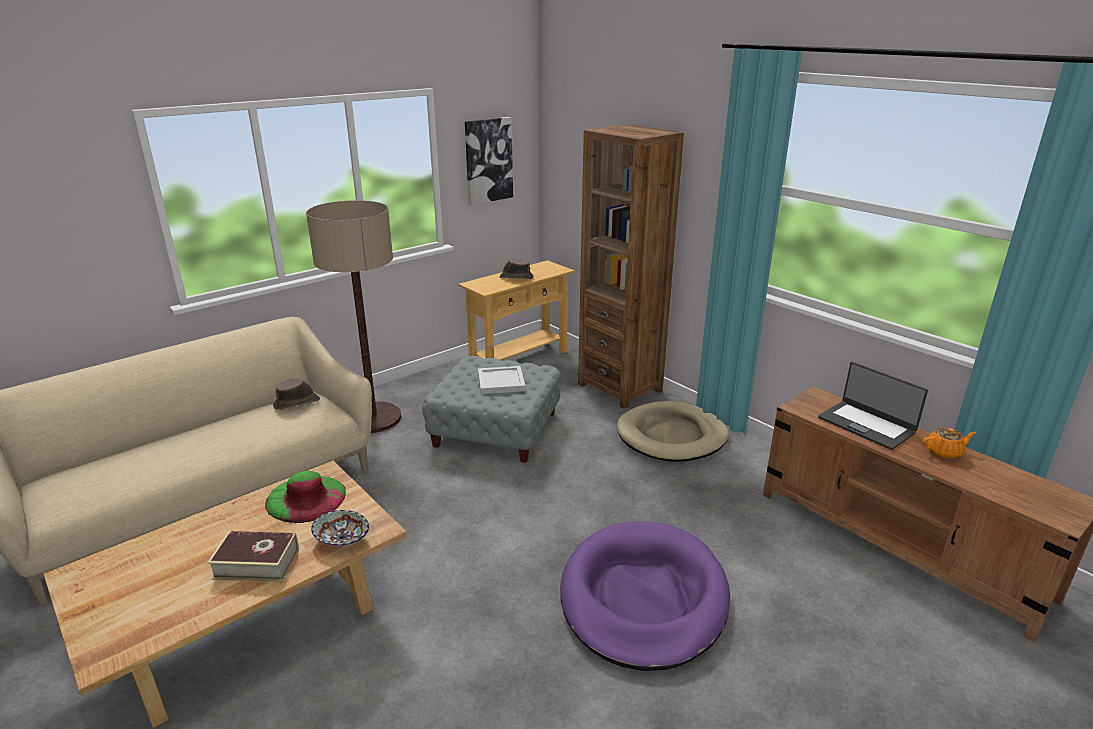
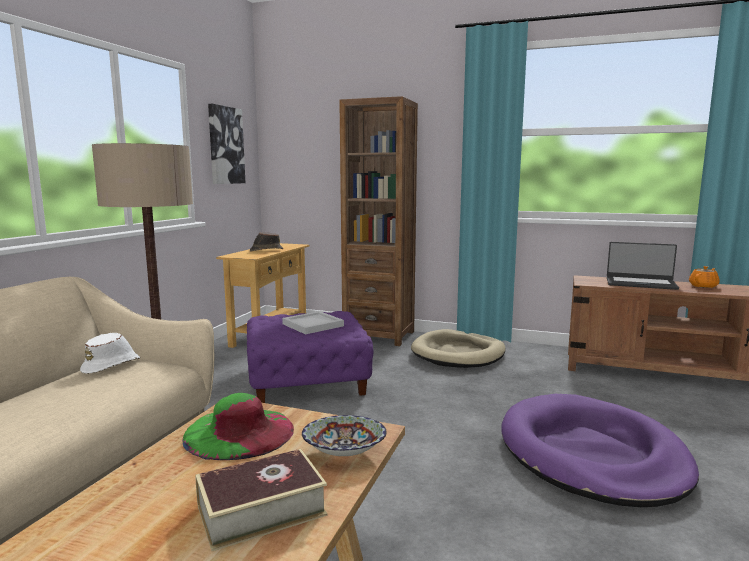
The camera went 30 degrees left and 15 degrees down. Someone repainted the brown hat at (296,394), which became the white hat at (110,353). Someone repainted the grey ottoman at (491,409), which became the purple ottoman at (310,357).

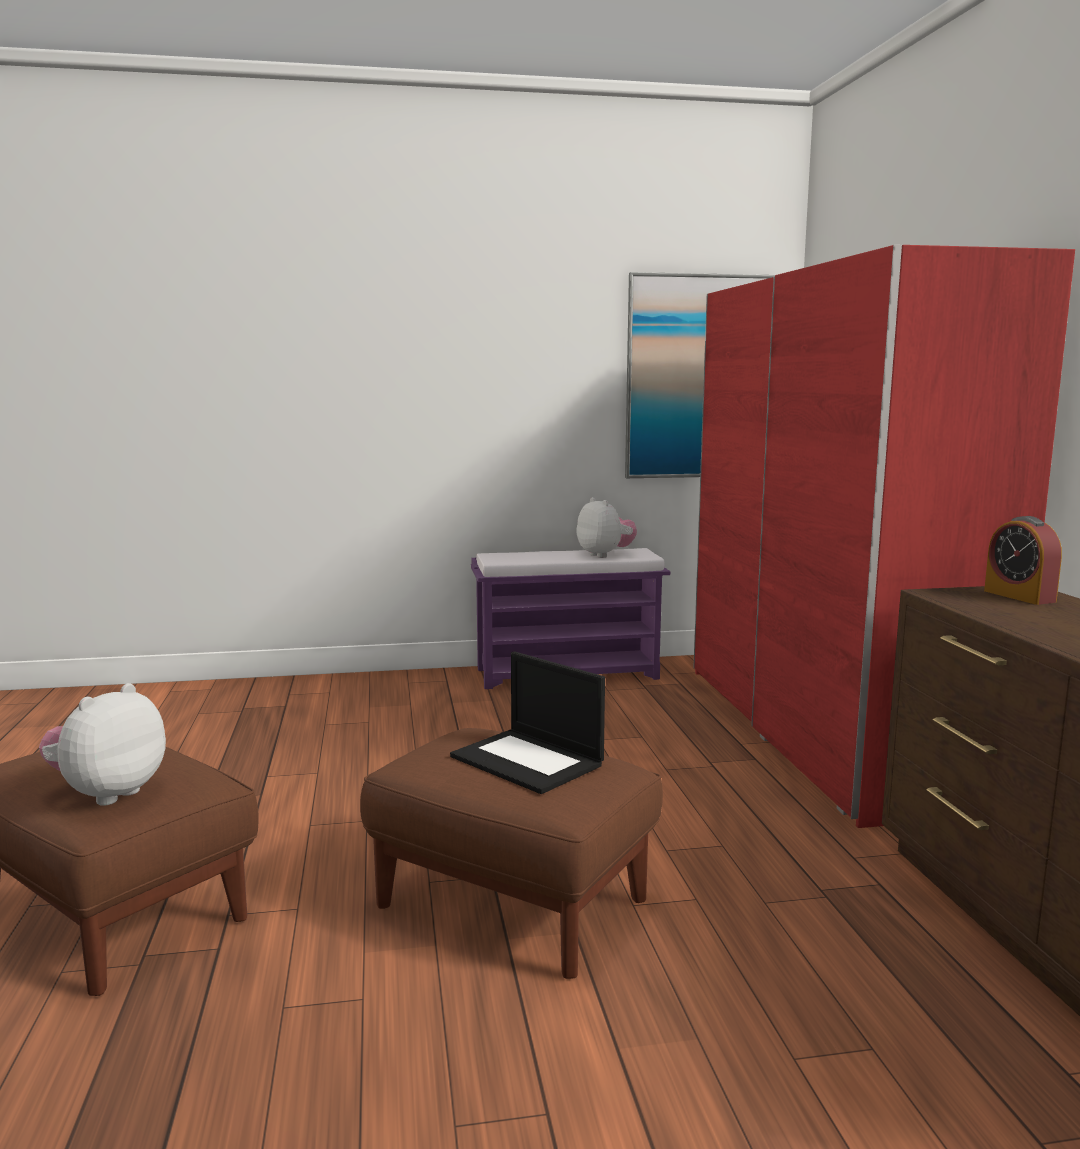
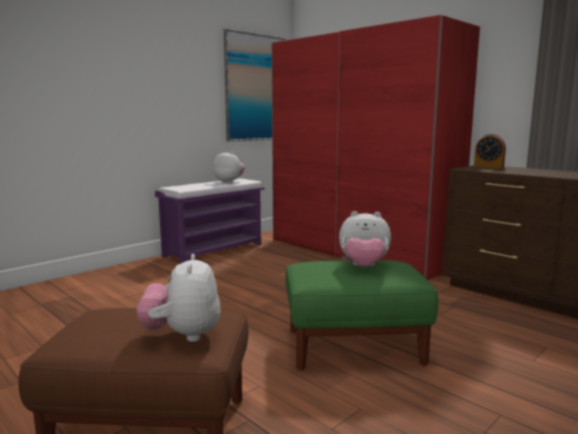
The camera went 35 degrees left and 0 degrees up. Someone repainted the brown ottoman at (511,853), which became the green ottoman at (361,315). Someone swapped the laptop at (527,722) for the plush toy at (365,239).

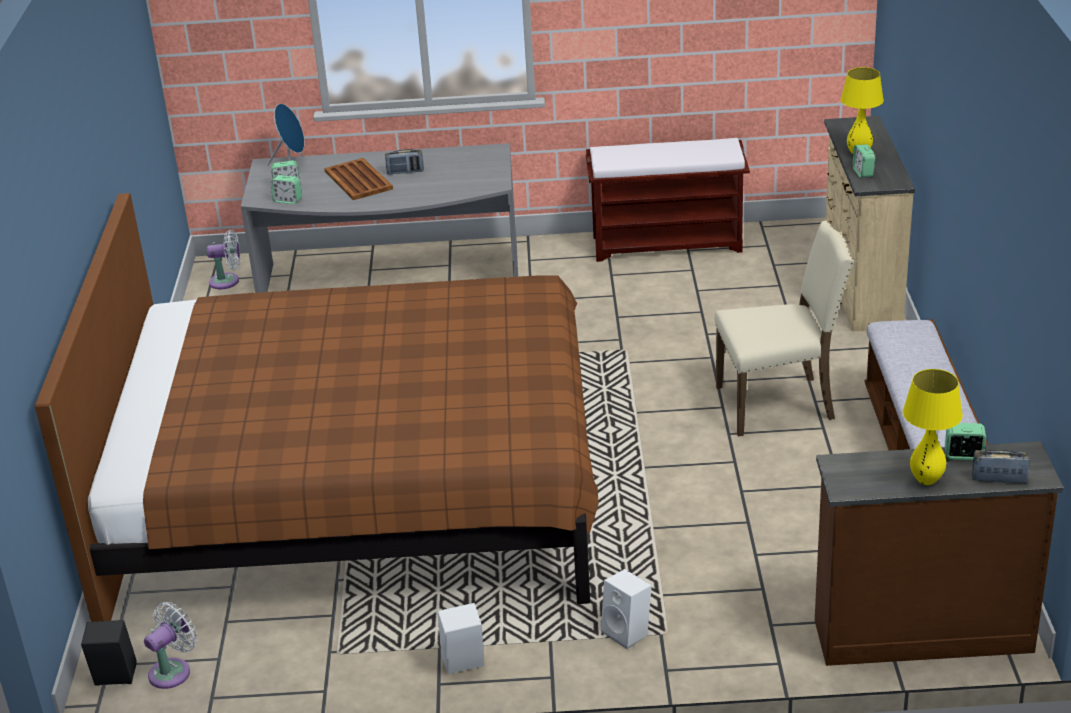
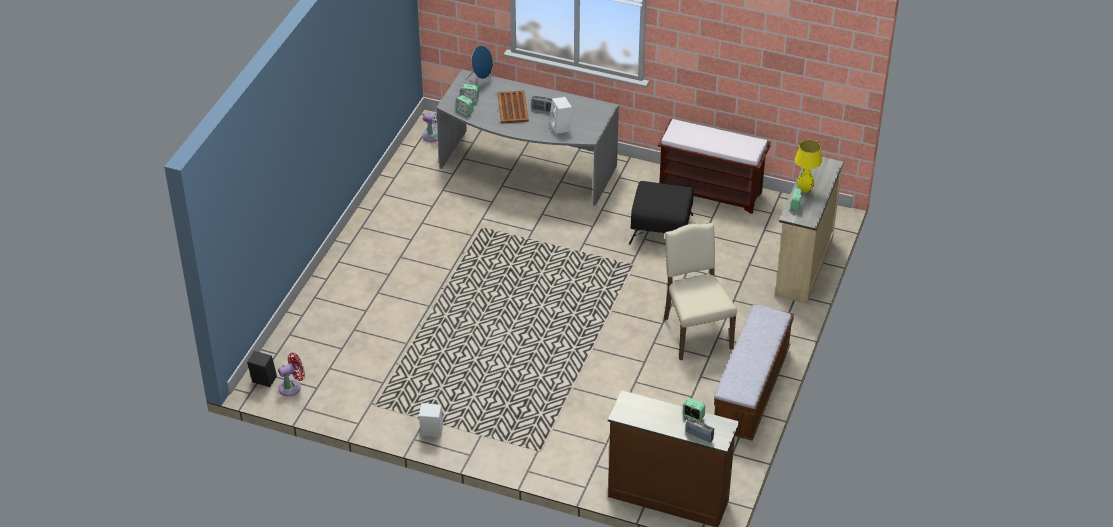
The camera went 20 degrees right and 10 degrees up. Someone took away the brown bed at (317,407). Someone repainted the white fan at (170,645), which became the red fan at (291,374). Someone carried the white speaker from (626,609) to (560,116). Someone rotated the beige chair at (784,328) by 120 degrees counterclockwise. Someone took away the yellow table lamp at (933,427). Someone put down the black ottoman at (661,213).

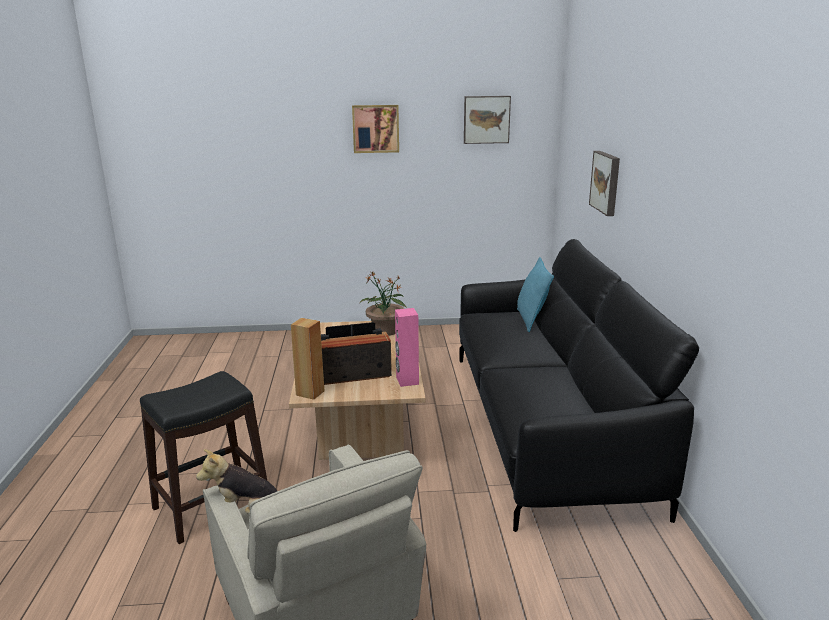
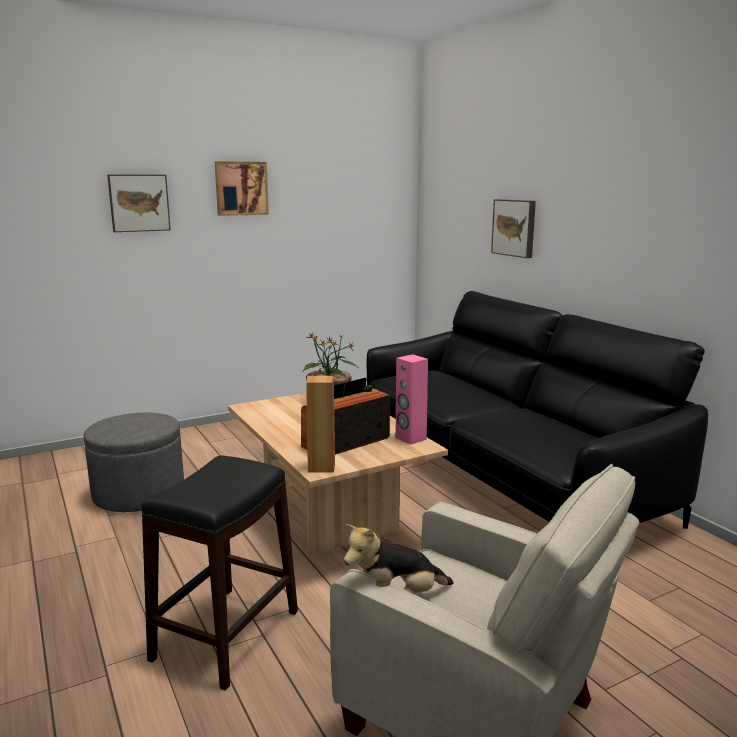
The camera went 25 degrees left and 5 degrees down. Someone carried the picture from (487,120) to (139,203). Someone took away the turquoise pillow at (535,294). Someone put down the grey ottoman at (134,462).

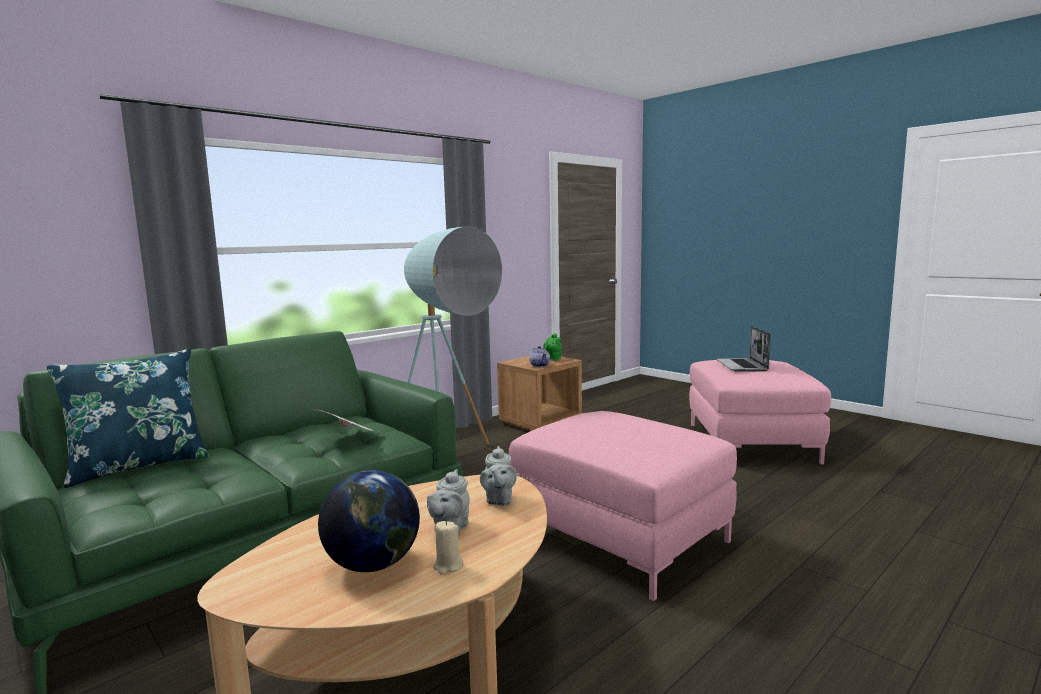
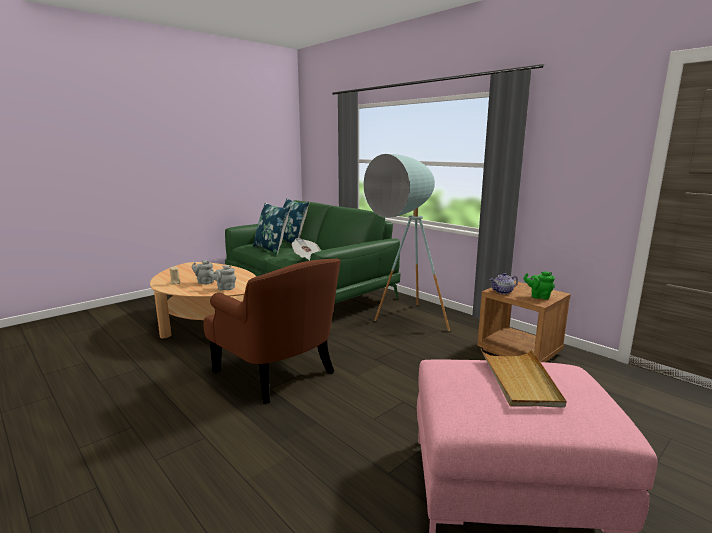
The camera went 90 degrees right and 5 degrees up. Someone took away the globe at (369,521). Someone swapped the pink ottoman at (623,506) for the brown armchair at (272,331). Someone swapped the laptop at (743,349) for the beige tray at (523,378). Someone put down the blue pillow at (272,228).

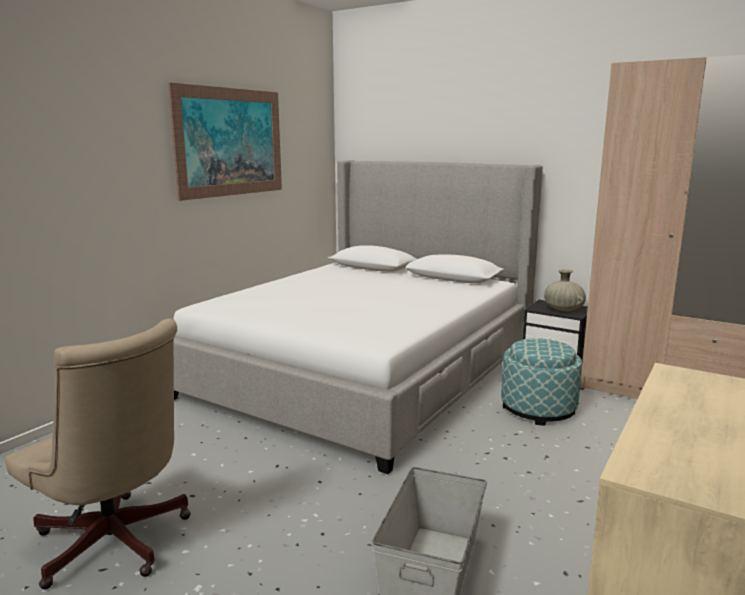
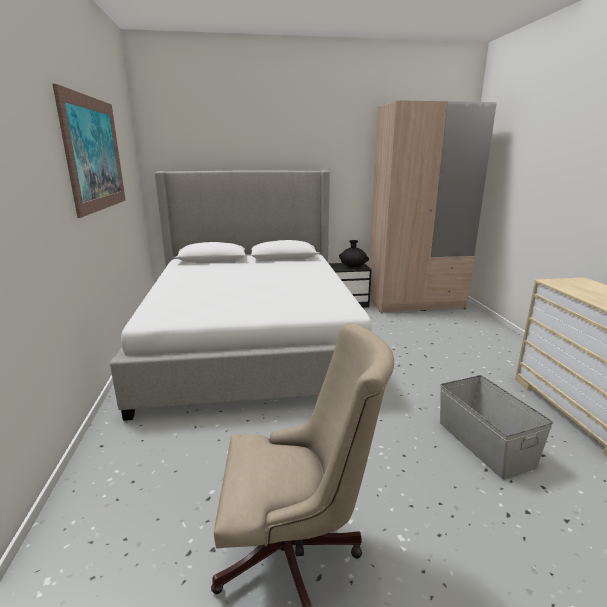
The camera went 40 degrees left and 5 degrees up. Someone took away the ottoman at (541,382). Someone repainted the beige vase at (565,290), which became the black vase at (354,254).

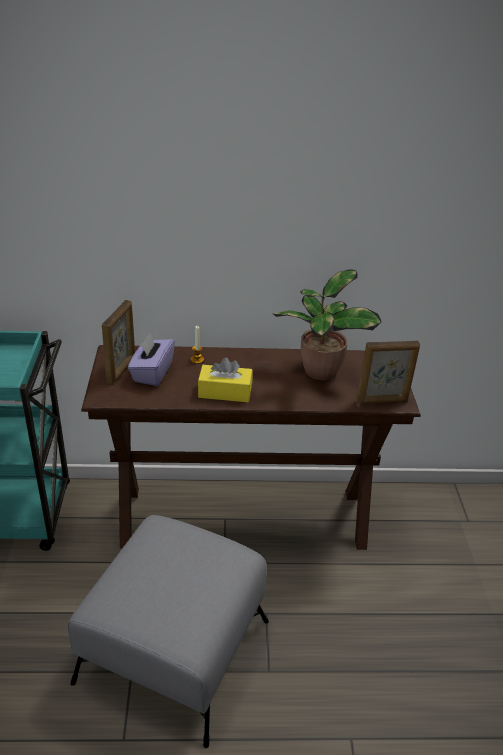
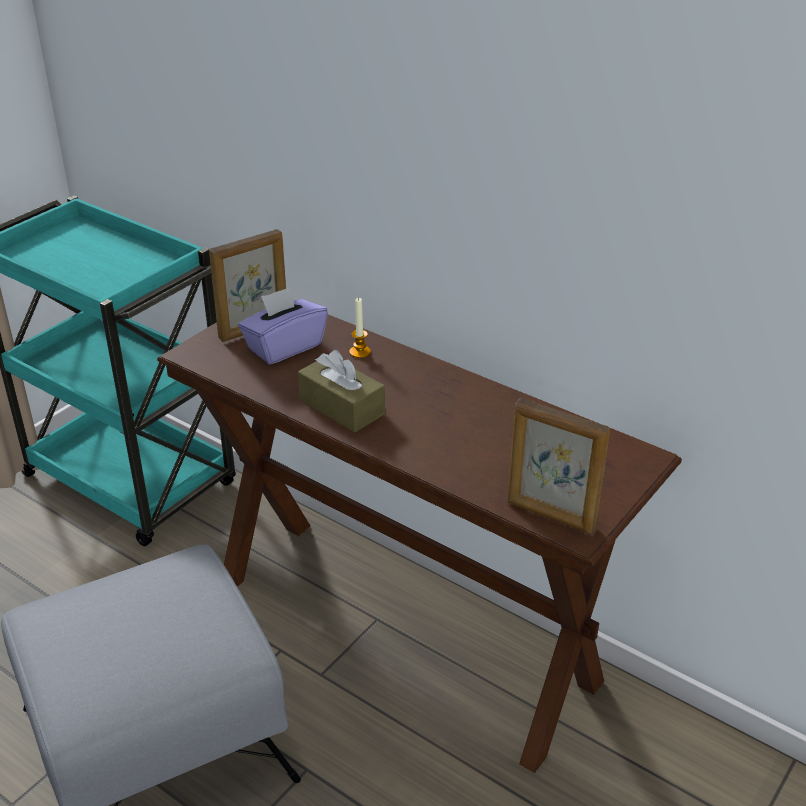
The camera went 40 degrees right and 0 degrees up. Someone repainted the yellow tissue box at (225,379), which became the brown tissue box at (341,391). Someone took away the potted plant at (327,324).

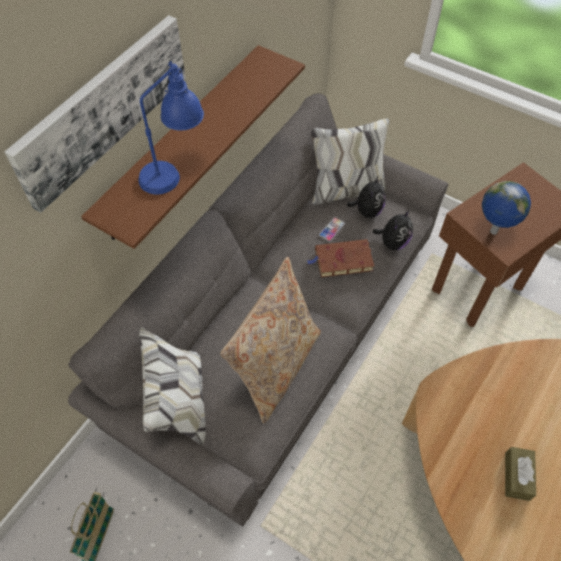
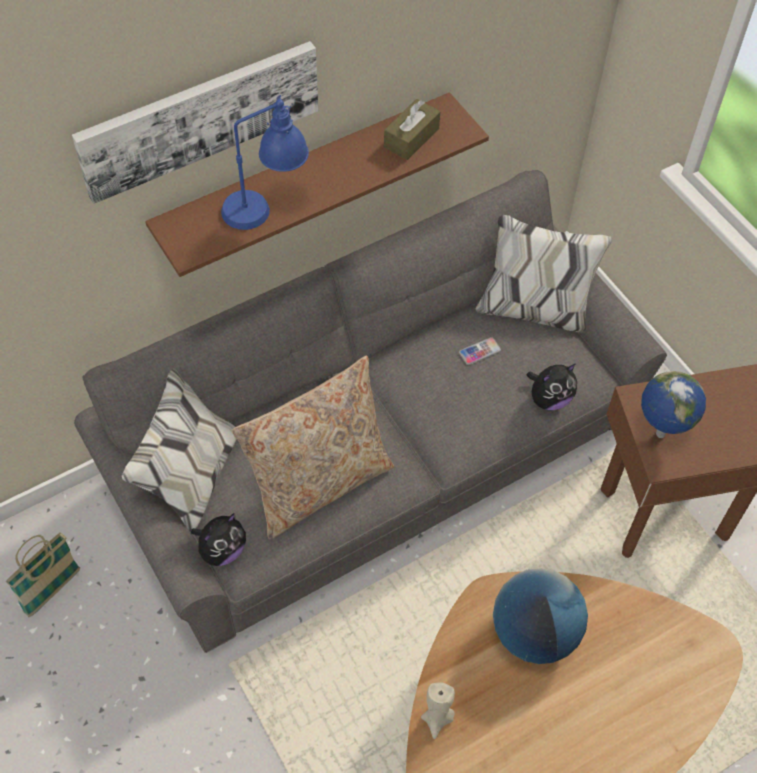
The camera went 25 degrees right and 0 degrees up. Someone took away the brown book at (340,258). Someone carried the plush toy from (366,197) to (218,539). Someone carried the brown tissue box from (520,474) to (412,129). Someone put down the beige candle at (438,710). Someone put down the globe at (540,616).

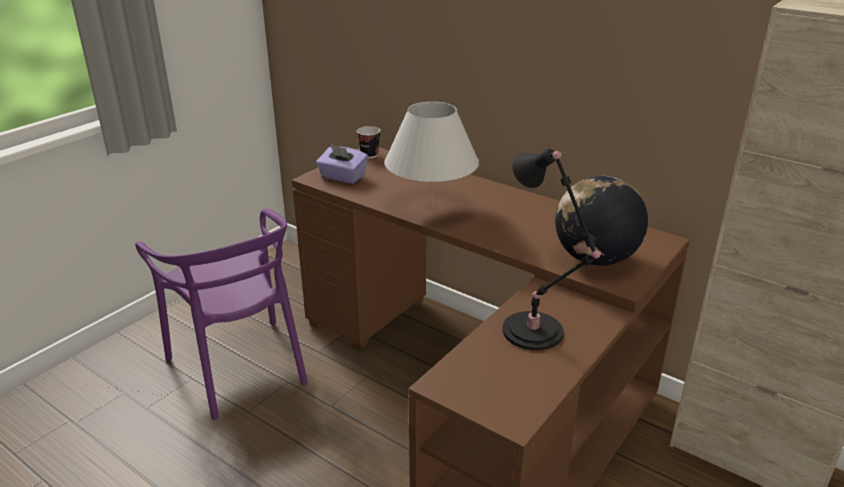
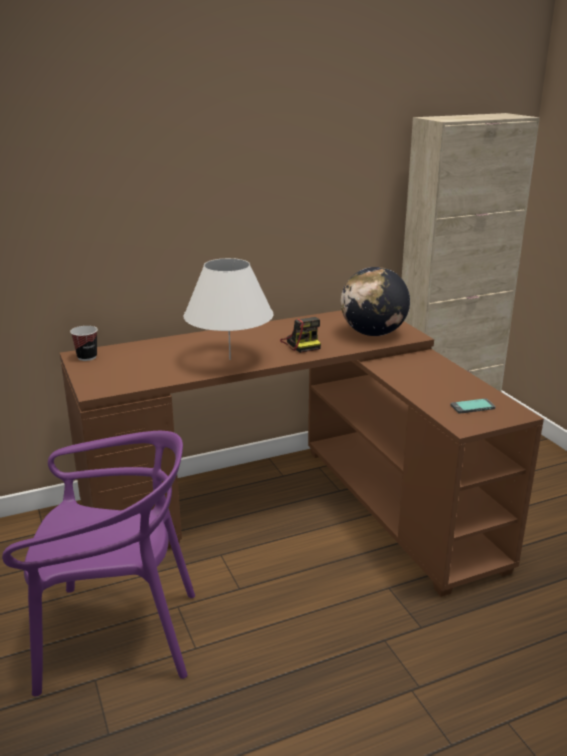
The camera went 60 degrees left and 5 degrees down. Someone took away the purple tissue box at (342,164). Someone took away the black table lamp at (553,249). Someone put down the photo camera at (300,335). Someone put down the phone at (472,406).

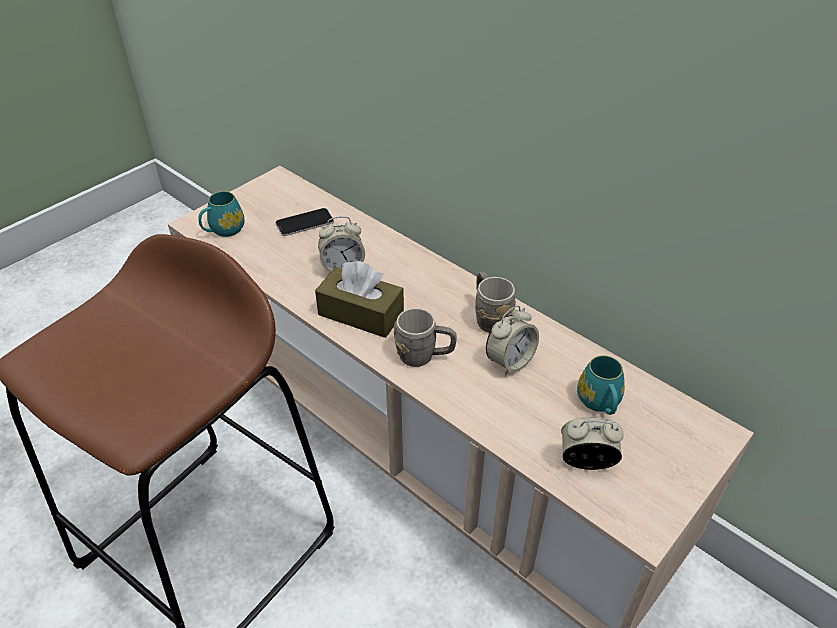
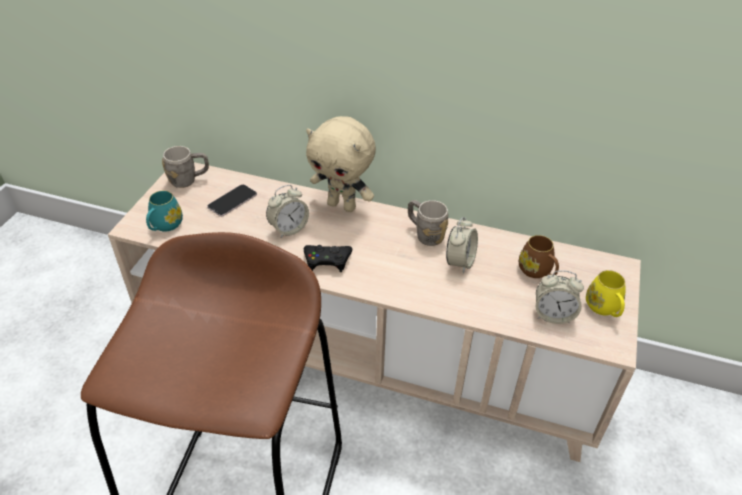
The camera went 25 degrees left and 0 degrees up. Someone swapped the brown tissue box at (359,299) for the black game controller at (328,258). Someone carried the grey mug from (425,337) to (185,167). Someone rotated the alarm clock at (592,443) by 150 degrees counterclockwise. Someone repainted the turquoise mug at (601,385), which became the brown mug at (539,256). Someone put down the beige plush toy at (341,164). Someone put down the yellow mug at (606,293).

